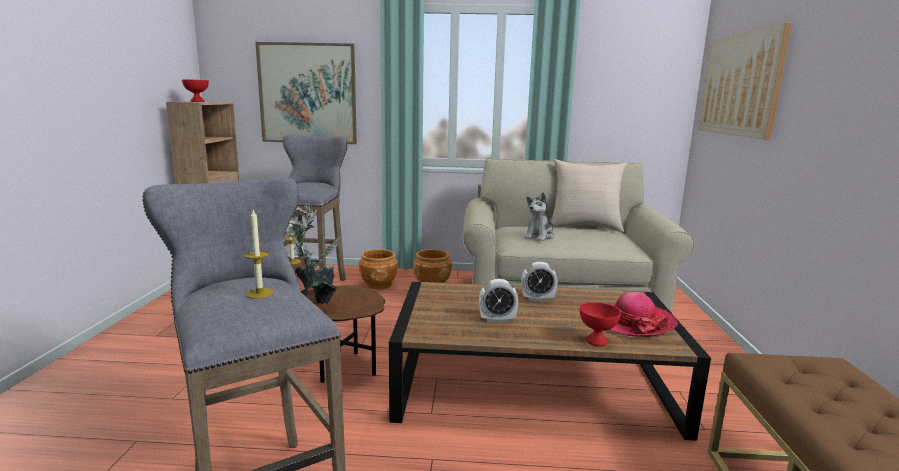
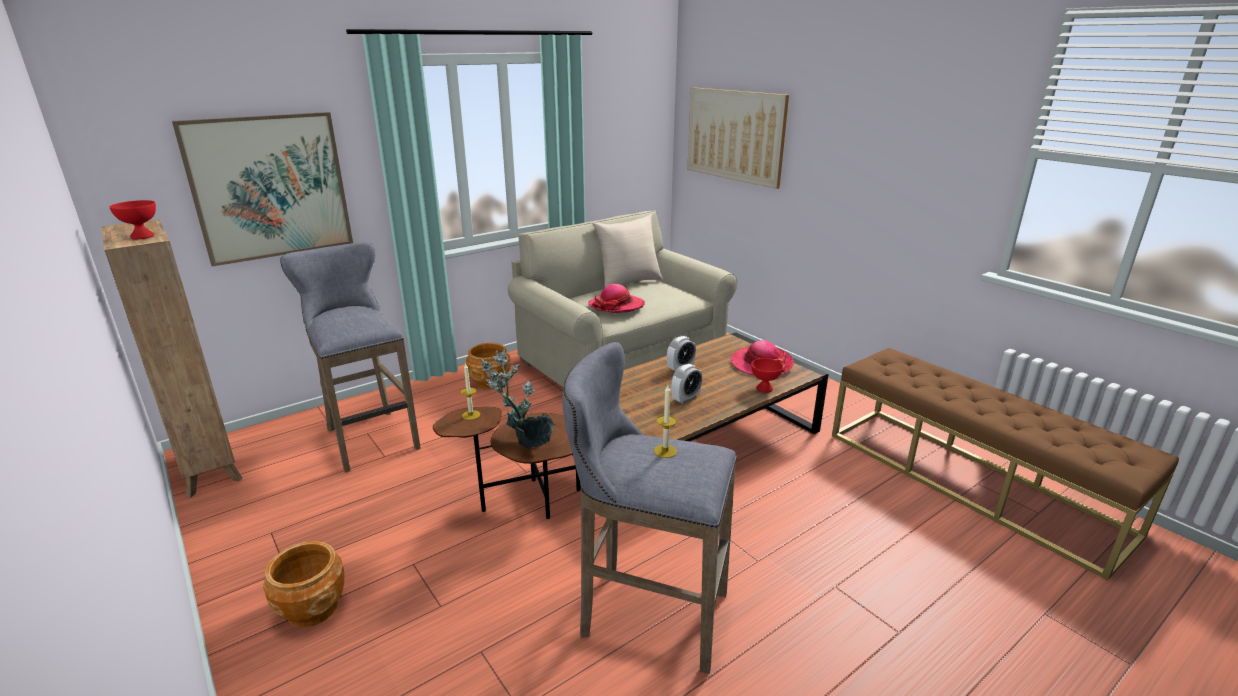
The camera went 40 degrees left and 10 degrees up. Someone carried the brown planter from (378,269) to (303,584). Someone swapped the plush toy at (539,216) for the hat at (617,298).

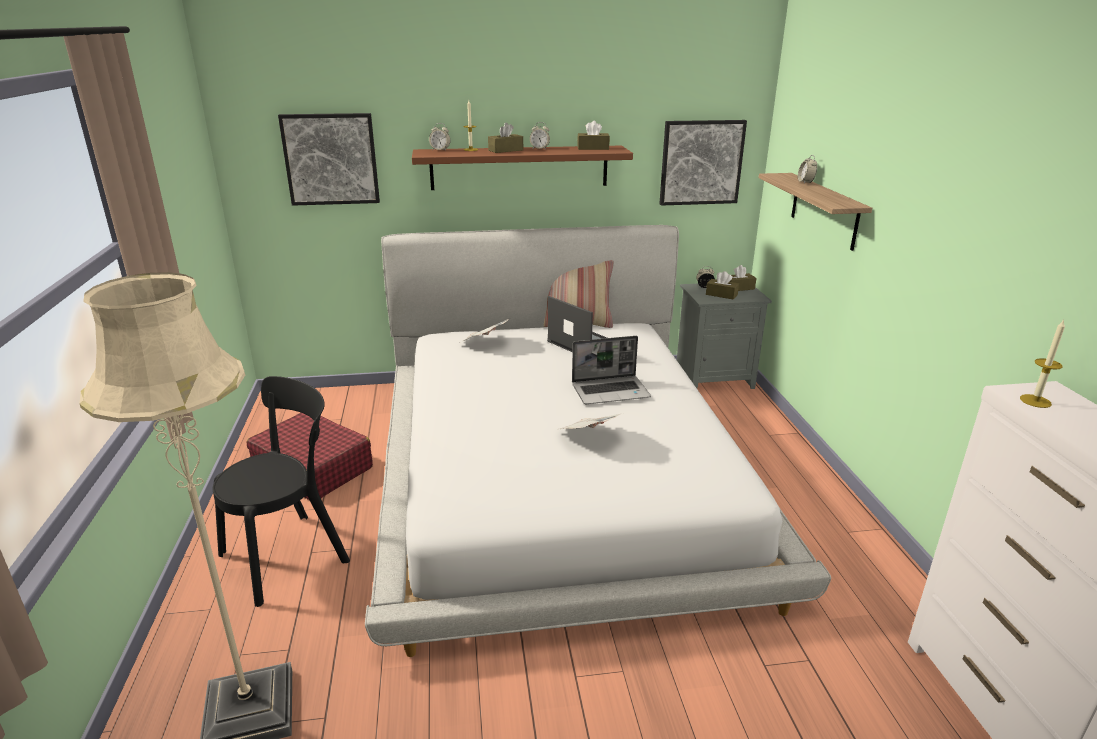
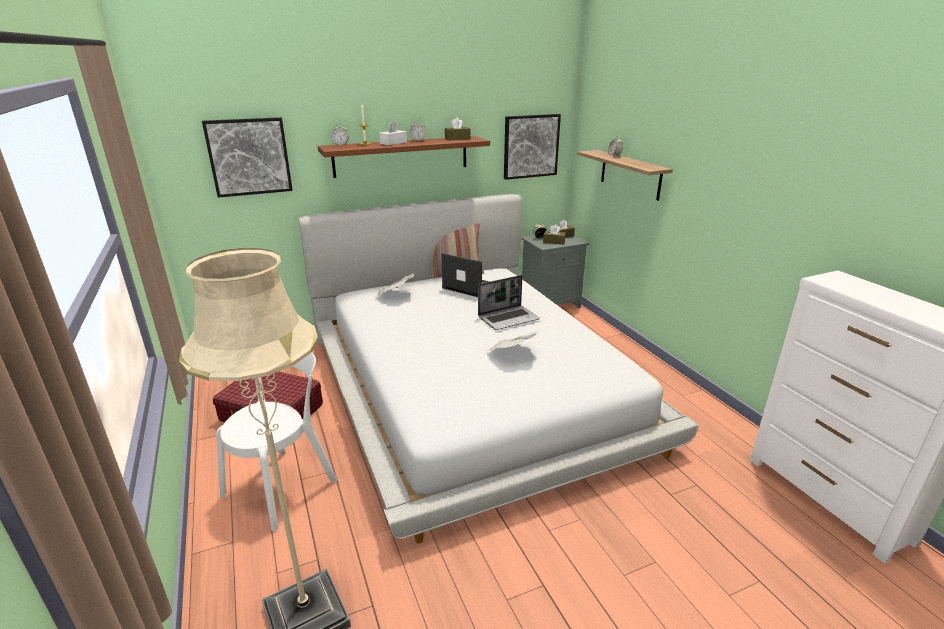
The camera went 15 degrees left and 0 degrees up. Someone repainted the black chair at (281,491), which became the white chair at (276,441). Someone repainted the brown tissue box at (505,138), which became the white tissue box at (393,133). Someone took away the candle at (1042,363).

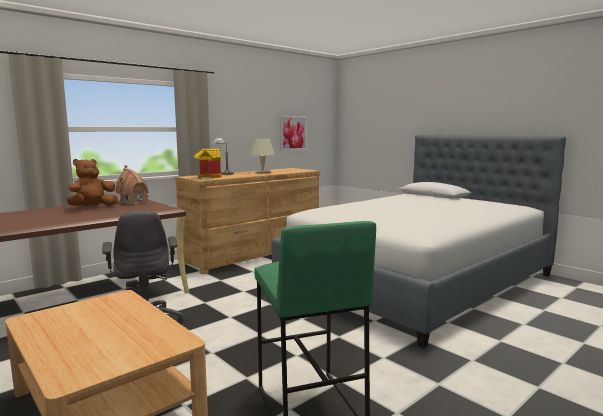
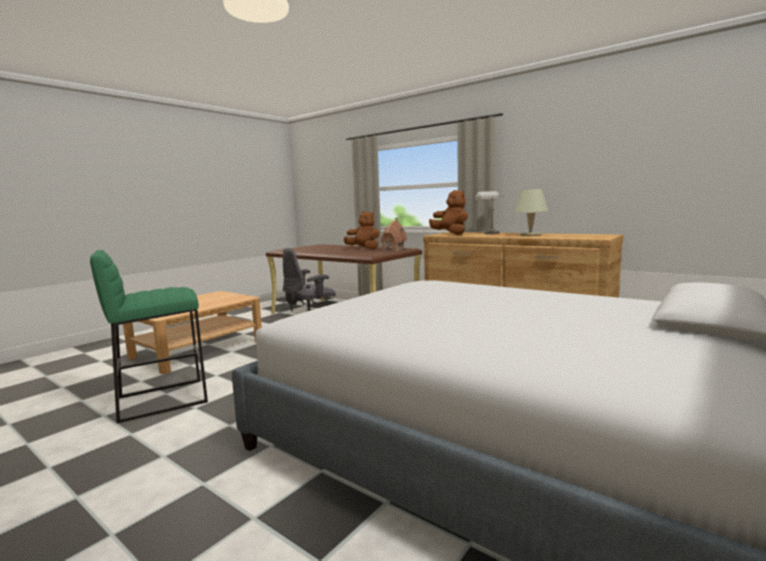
The camera went 80 degrees right and 0 degrees up. Someone swapped the toy house at (207,164) for the brown plush toy at (448,212). Someone took away the picture at (293,133).

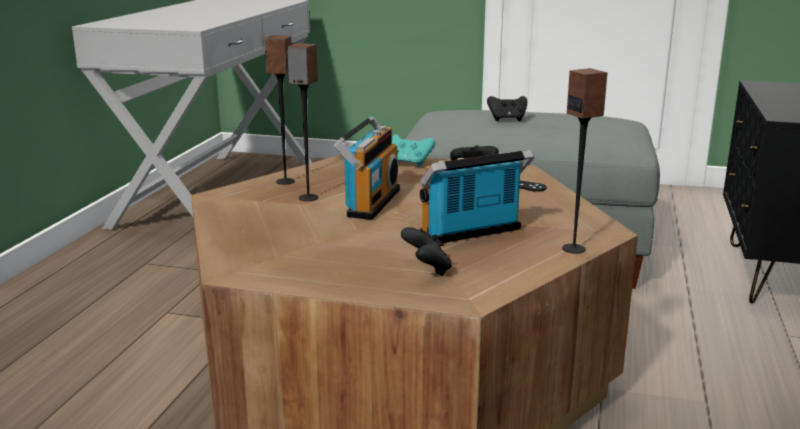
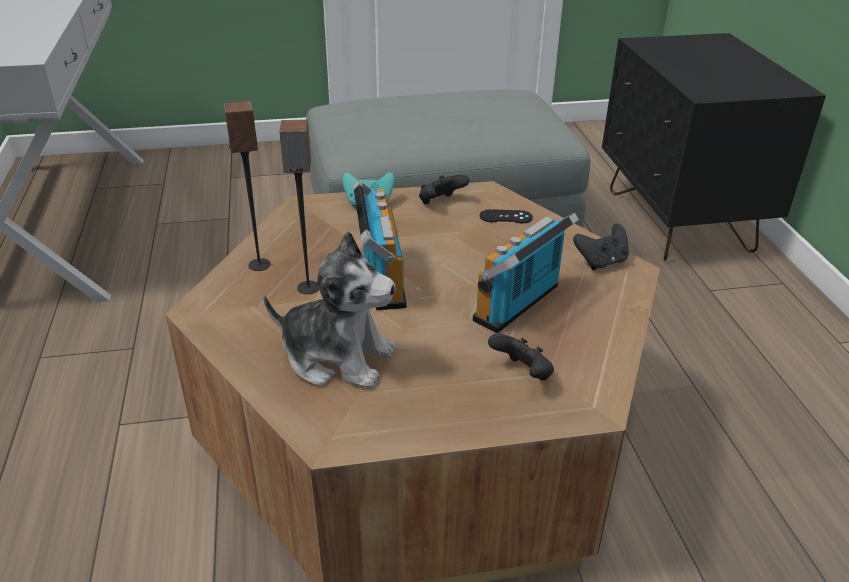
The camera went 25 degrees left and 15 degrees up. Someone carried the black game controller from (507,108) to (601,247). Someone took away the speaker at (584,161). Someone put down the plush toy at (329,310).

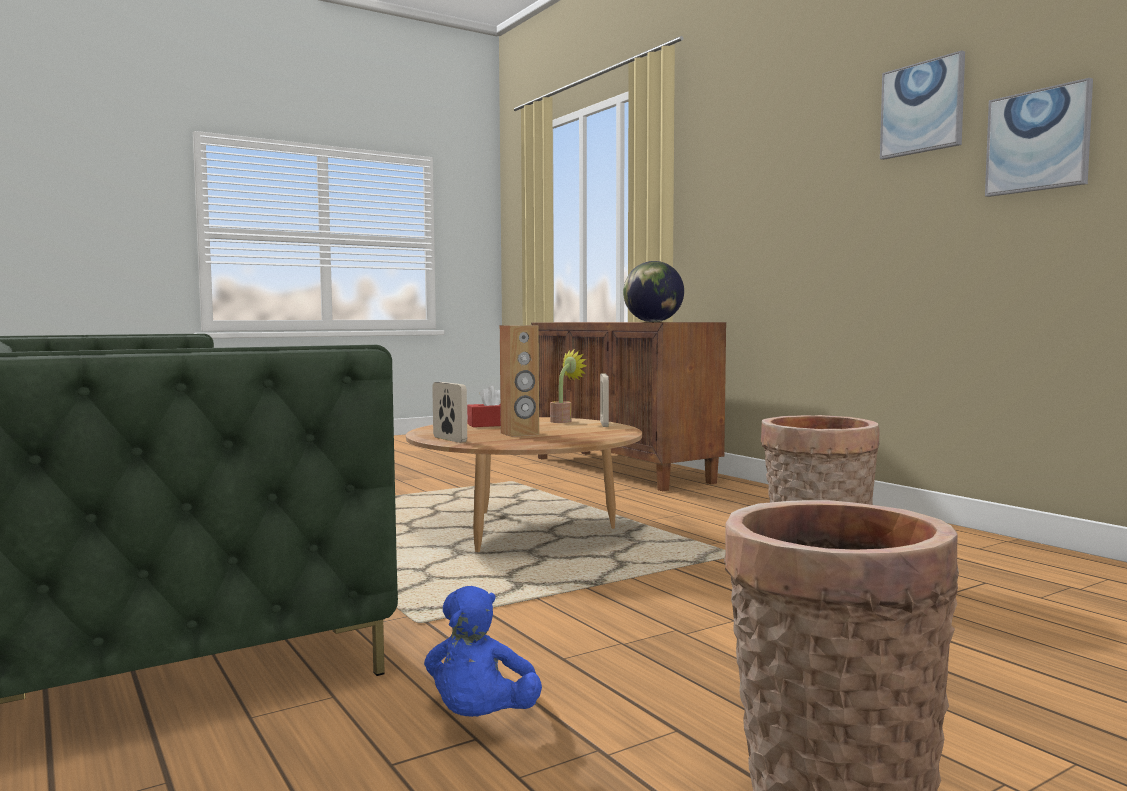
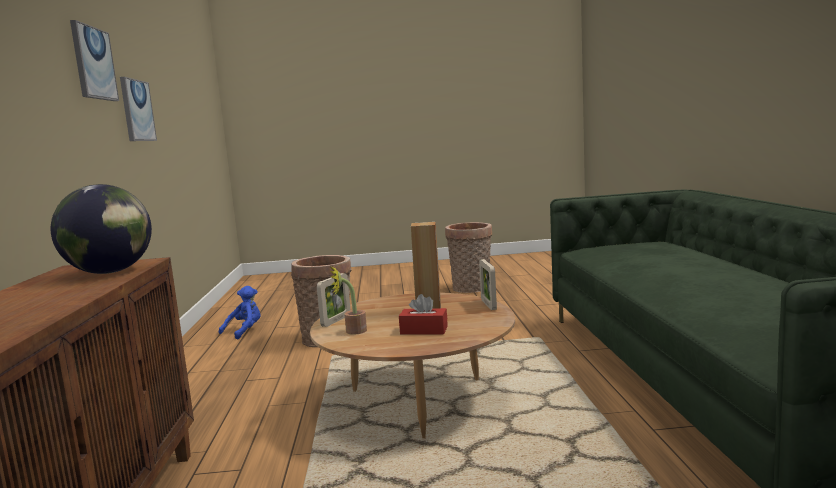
The camera went 150 degrees left and 5 degrees up. Someone carried the blue plush toy from (483,651) to (240,313).

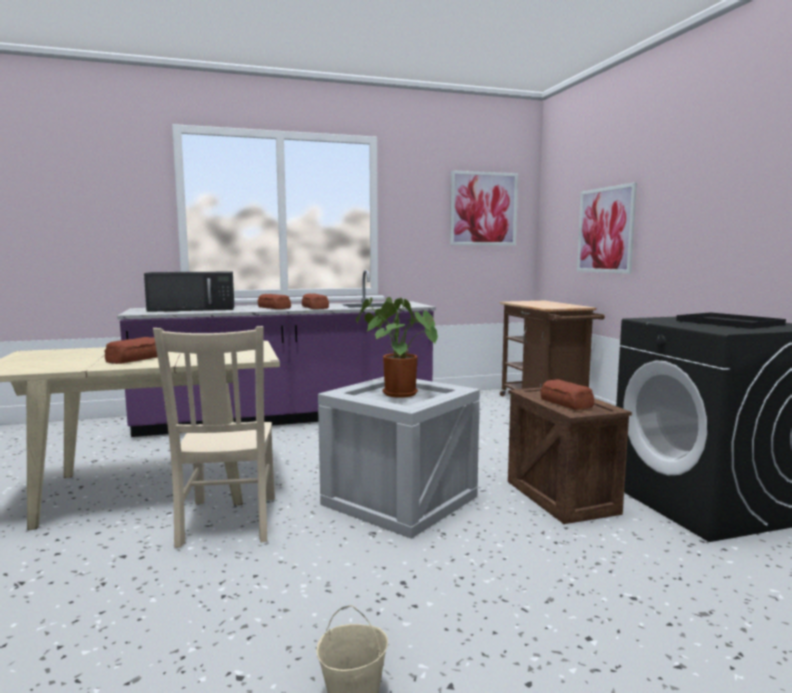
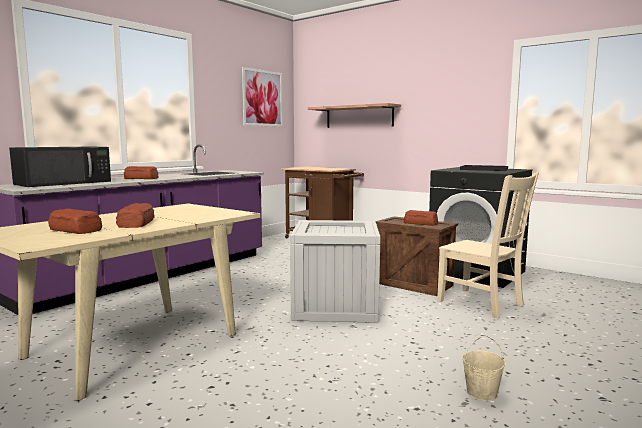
The camera went 35 degrees left and 0 degrees up. Someone carried the beige chair from (214,437) to (488,245). Someone carried the bread from (315,301) to (75,221). Someone took away the potted plant at (397,347). Someone swapped the picture at (607,228) for the shelf at (354,115).

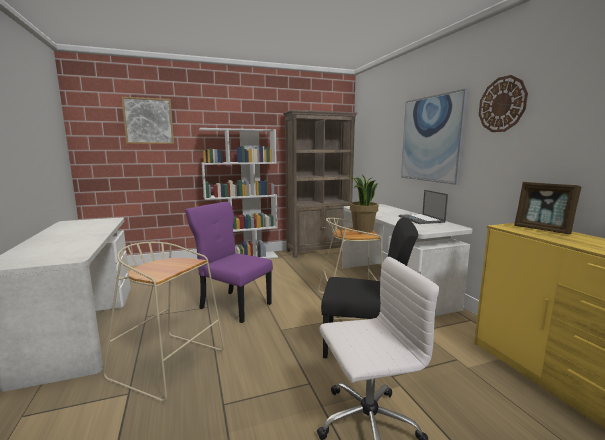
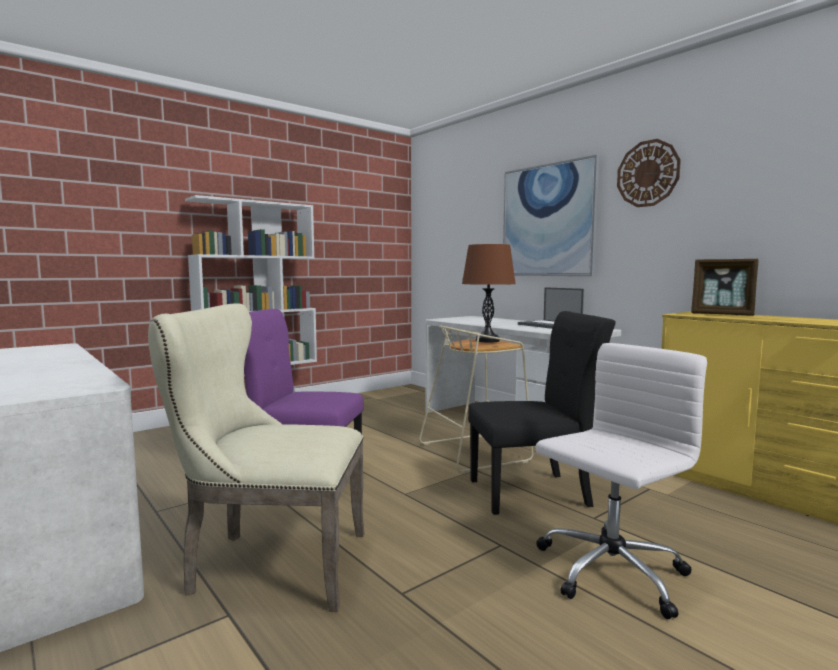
The camera went 20 degrees left and 5 degrees down. Someone swapped the beige stool at (163,322) for the beige chair at (256,457). Someone took away the picture at (147,120). Someone took away the brown bookcase at (320,184). Someone swapped the potted plant at (363,203) for the brown table lamp at (489,293).

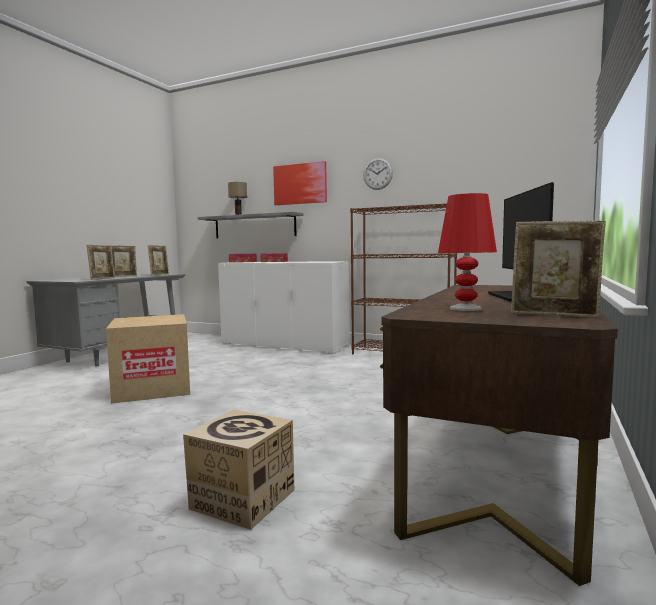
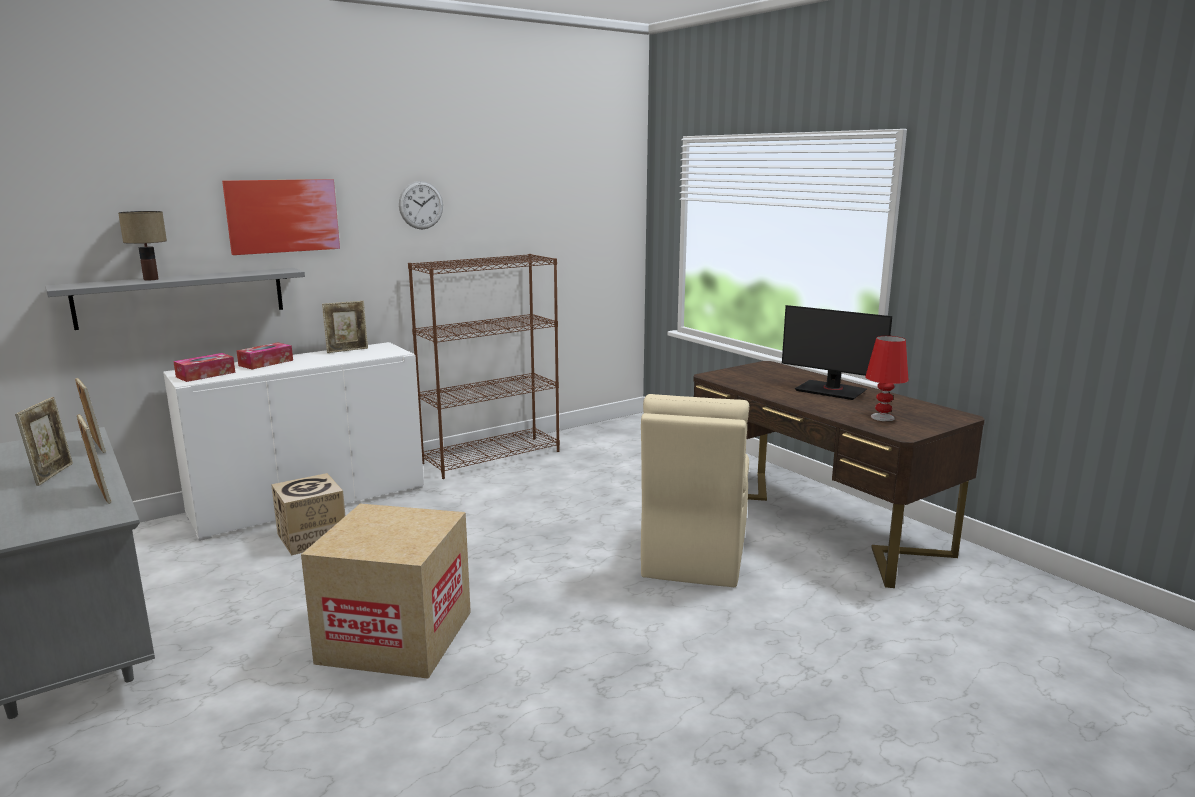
The camera went 60 degrees left and 10 degrees up. Someone carried the cardboard box from (238,470) to (308,514). Someone carried the picture frame from (558,269) to (345,327). Someone put down the beige chair at (695,490).

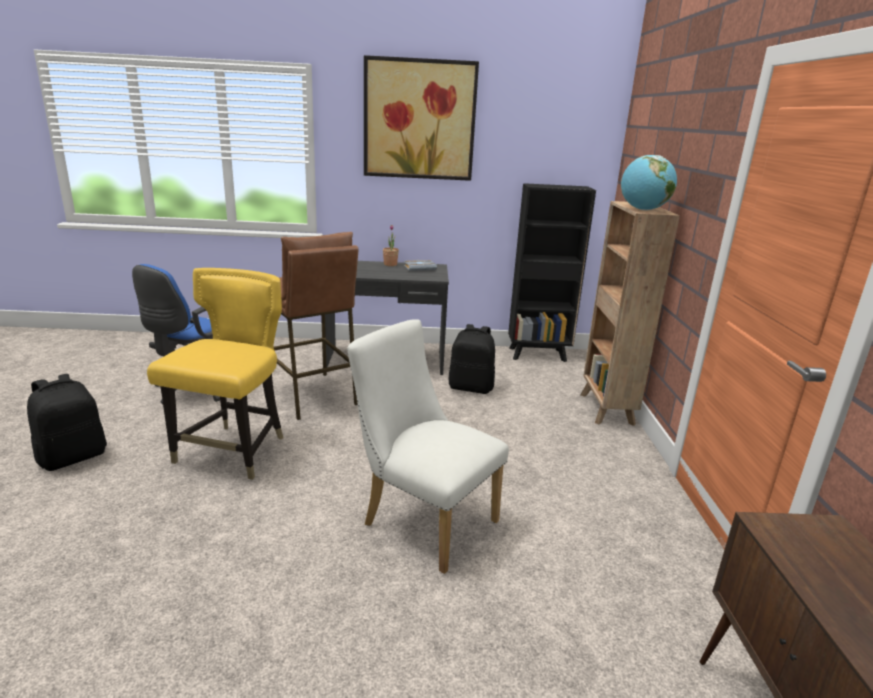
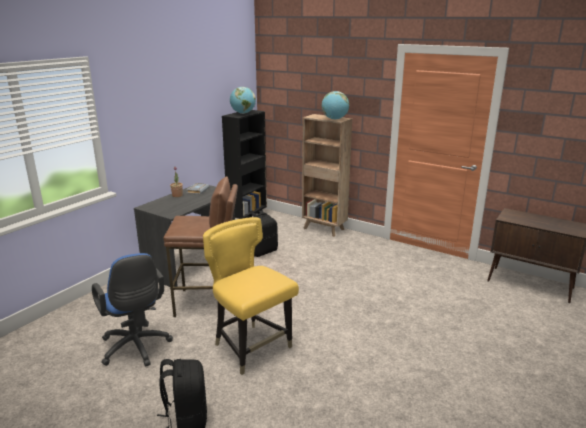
The camera went 55 degrees left and 0 degrees up. Someone took away the white chair at (428,446). Someone took away the picture at (421,118). Someone put down the globe at (243,100).

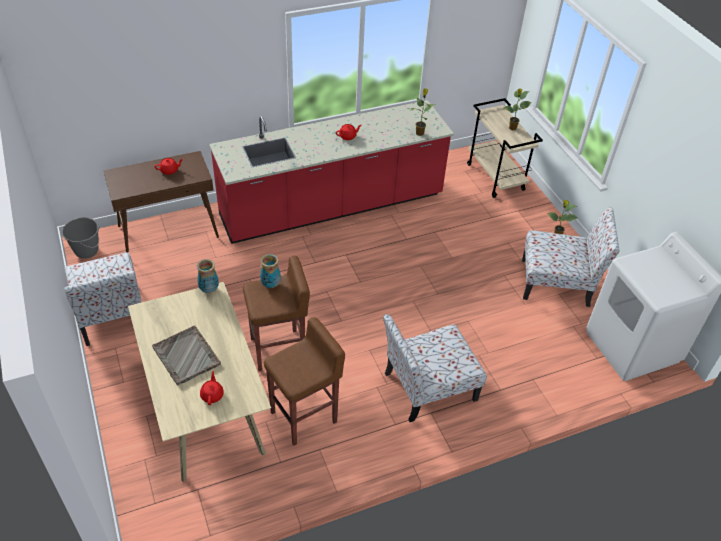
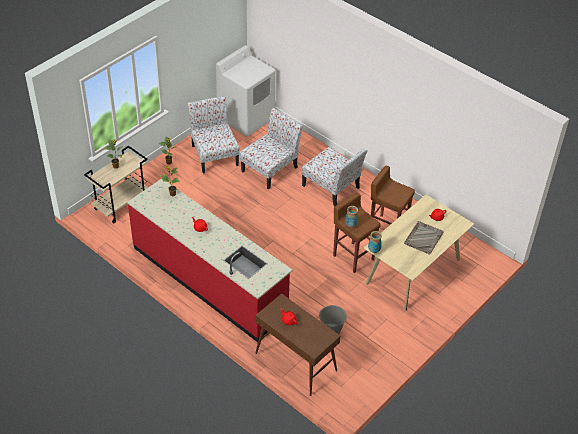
The camera went 115 degrees left and 0 degrees up. Someone carried the grey bucket from (80,238) to (333,319). Someone carried the chair from (103,299) to (271,149).

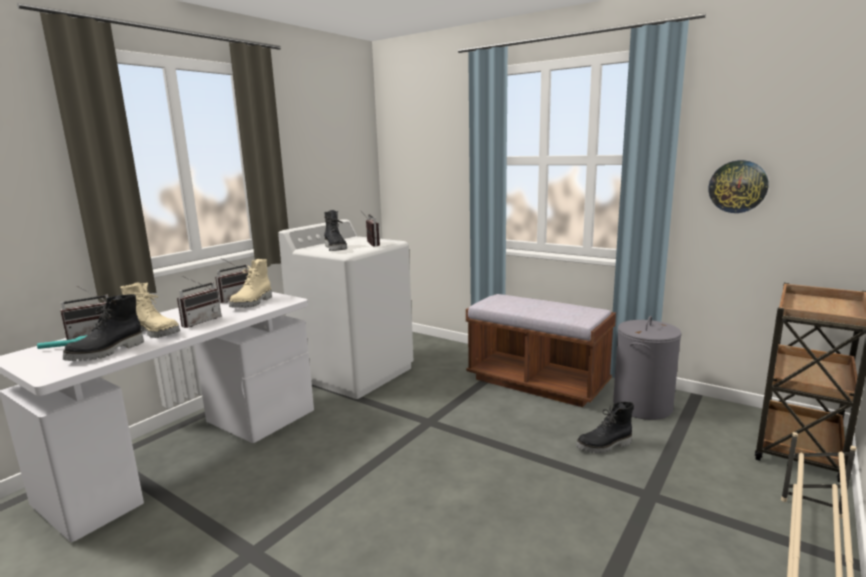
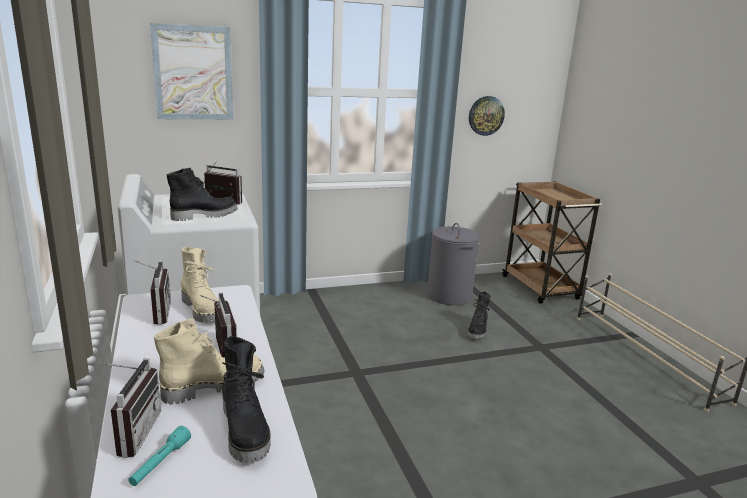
The camera went 55 degrees left and 5 degrees up. Someone rotated the black boot at (335,230) by 45 degrees counterclockwise. Someone took away the brown bench at (541,350). Someone put up the picture at (191,71).

